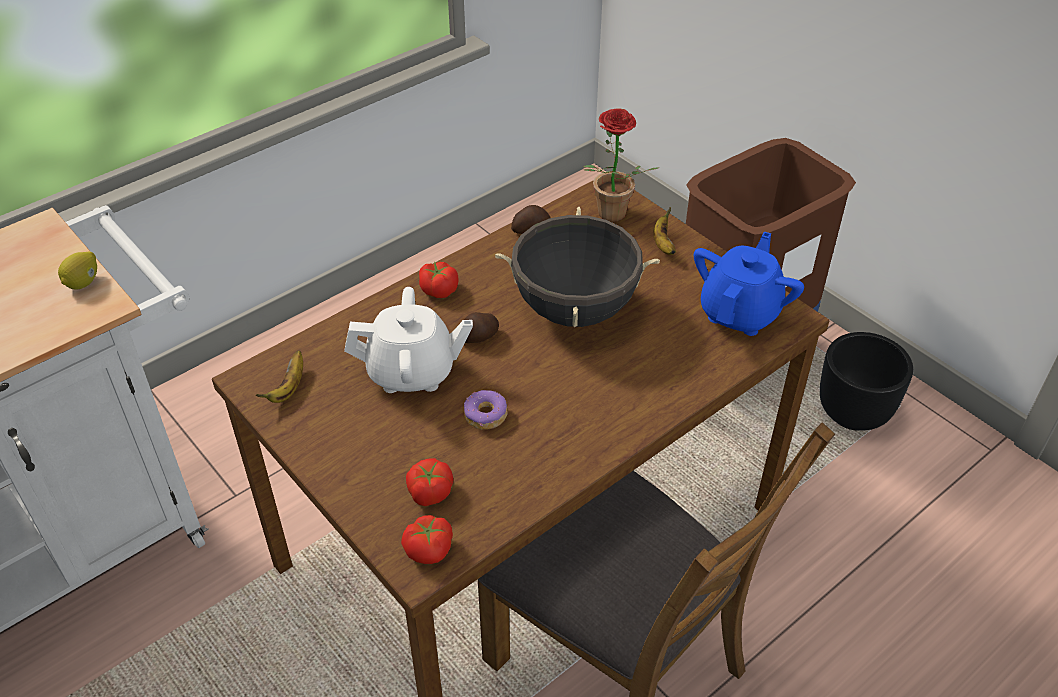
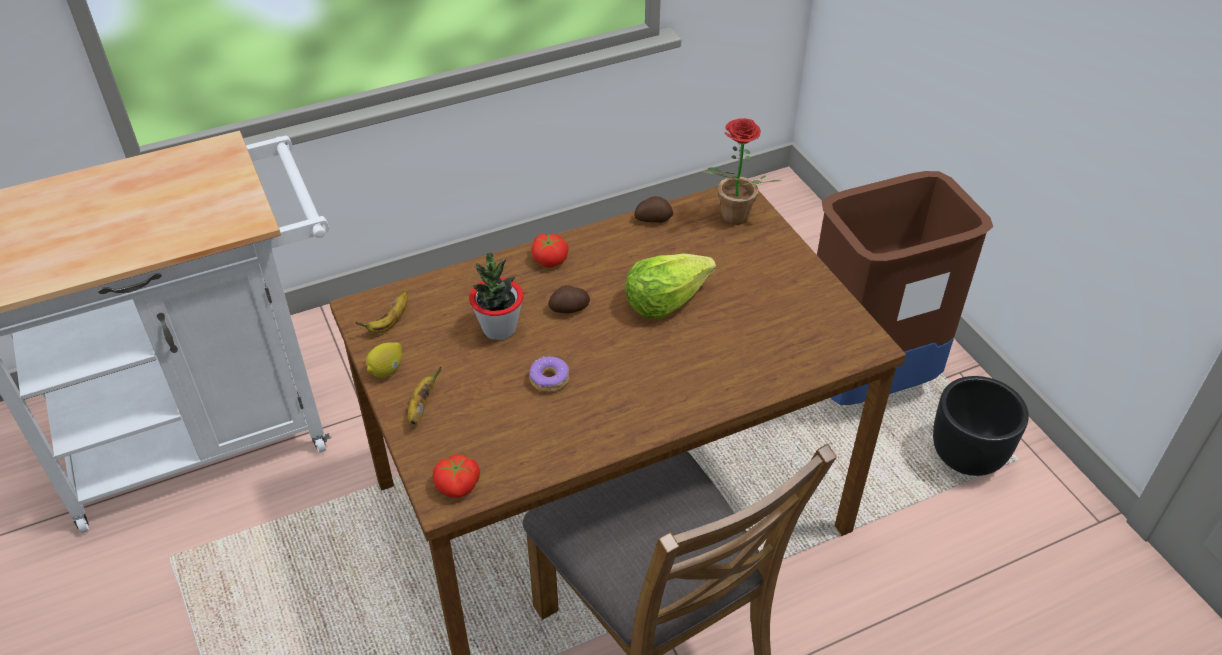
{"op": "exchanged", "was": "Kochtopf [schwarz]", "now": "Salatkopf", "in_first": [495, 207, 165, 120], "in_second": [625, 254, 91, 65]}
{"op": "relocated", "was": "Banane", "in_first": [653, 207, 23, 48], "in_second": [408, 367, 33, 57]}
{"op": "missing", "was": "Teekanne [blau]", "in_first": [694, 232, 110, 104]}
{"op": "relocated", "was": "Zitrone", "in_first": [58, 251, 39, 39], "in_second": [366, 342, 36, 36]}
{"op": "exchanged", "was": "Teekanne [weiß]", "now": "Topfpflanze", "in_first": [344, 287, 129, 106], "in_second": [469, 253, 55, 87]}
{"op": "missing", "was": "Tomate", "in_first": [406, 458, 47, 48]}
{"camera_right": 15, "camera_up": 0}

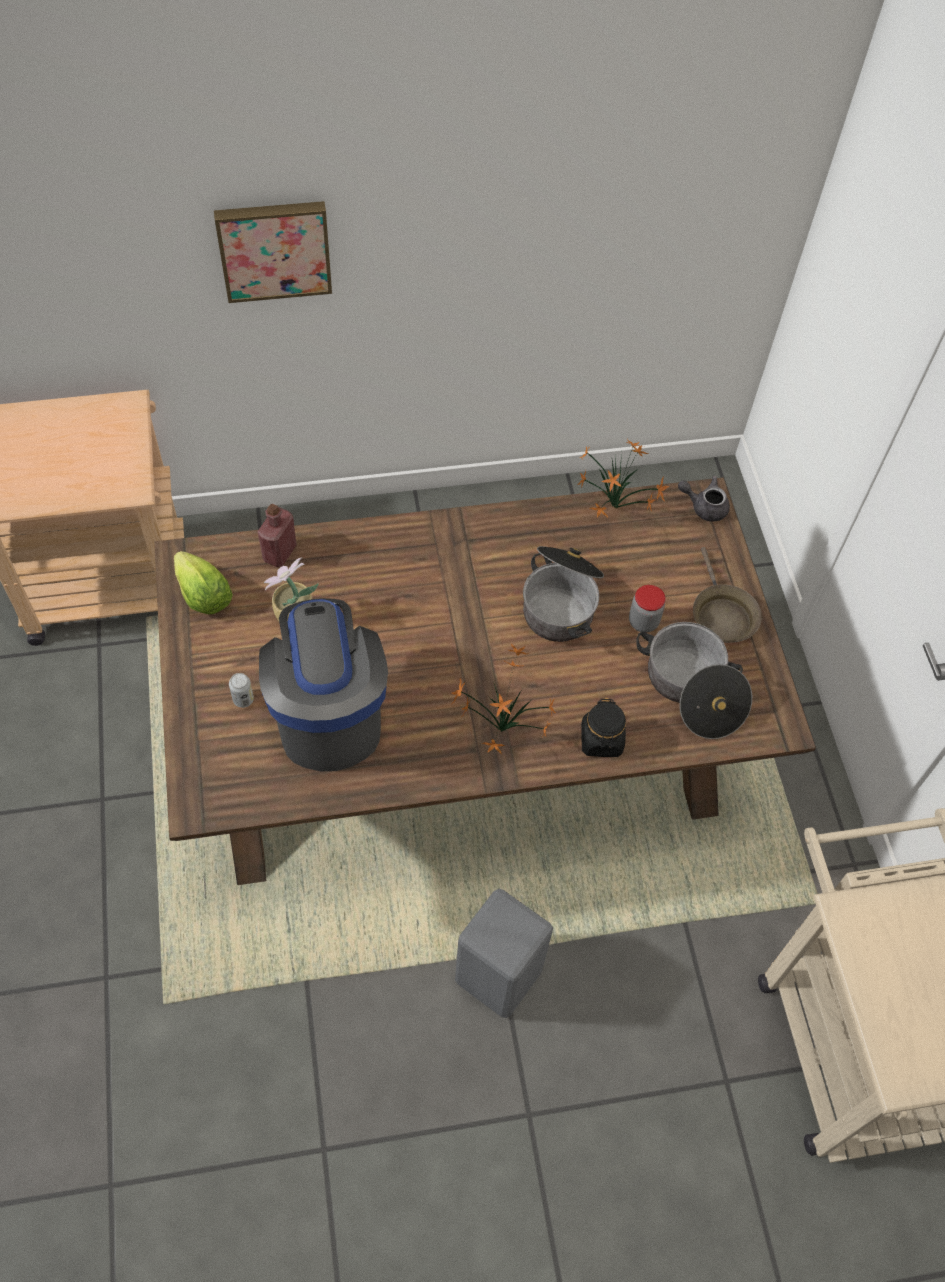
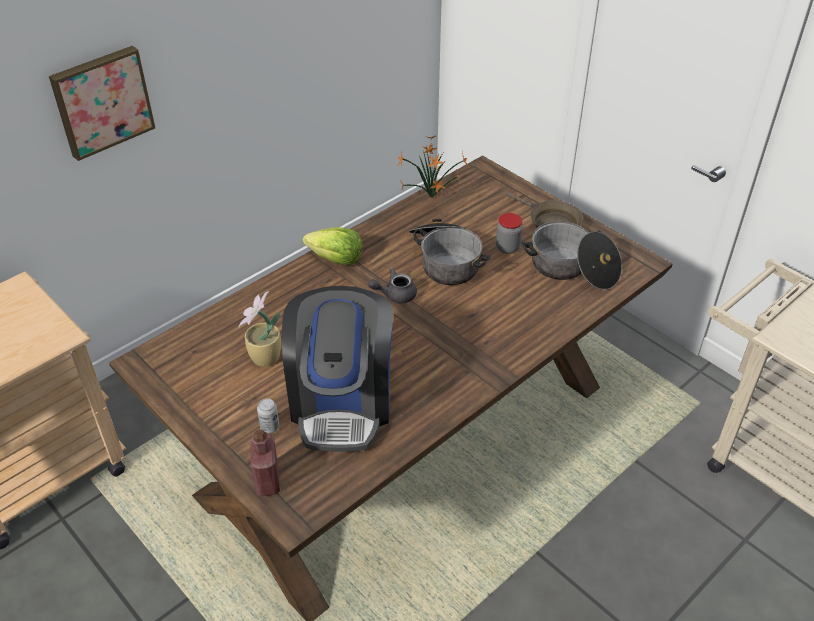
{"op": "relocated", "was": "Teekanne [grau]", "in_first": [678, 476, 52, 46], "in_second": [368, 267, 49, 36]}
{"op": "relocated", "was": "Flasche [rot]", "in_first": [257, 504, 40, 63], "in_second": [250, 429, 30, 67]}
{"op": "relocated", "was": "Salatkopf", "in_first": [174, 551, 59, 63], "in_second": [303, 227, 60, 38]}
{"op": "spun", "was": "Kaffeemaschine", "in_first": [259, 598, 129, 173], "in_second": [282, 286, 111, 166], "clockwise": -135}
{"op": "missing", "was": "Topfpflanze", "in_first": [451, 644, 105, 110]}
{"op": "missing", "was": "Vorratsglas [schwarz]", "in_first": [581, 698, 45, 59]}
{"op": "missing", "was": "Hocker [grau]", "in_first": [455, 889, 98, 129]}
{"camera_right": -30, "camera_up": -15}

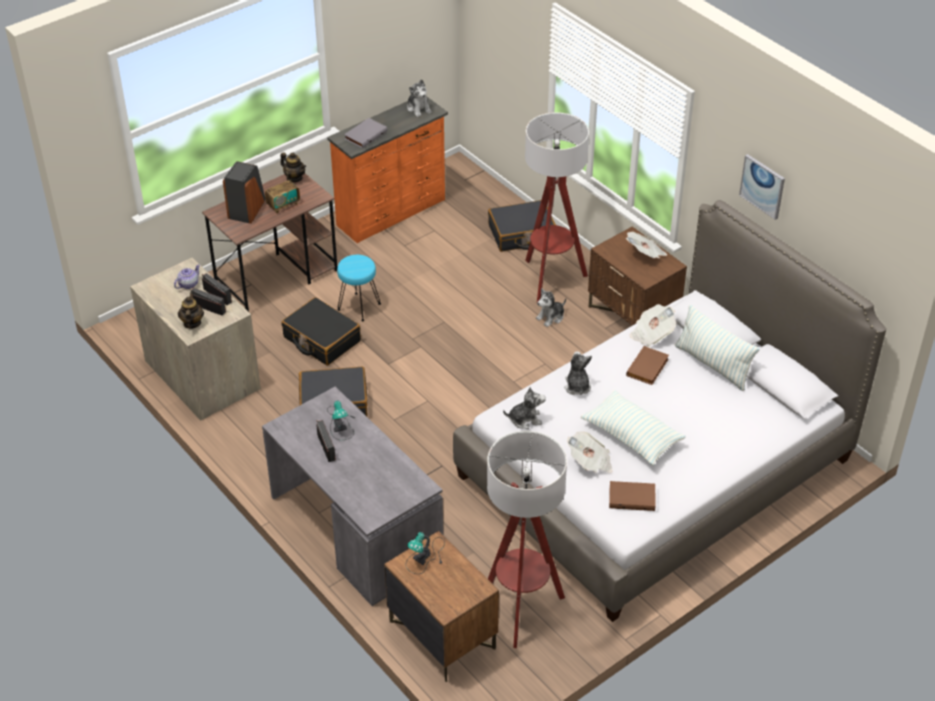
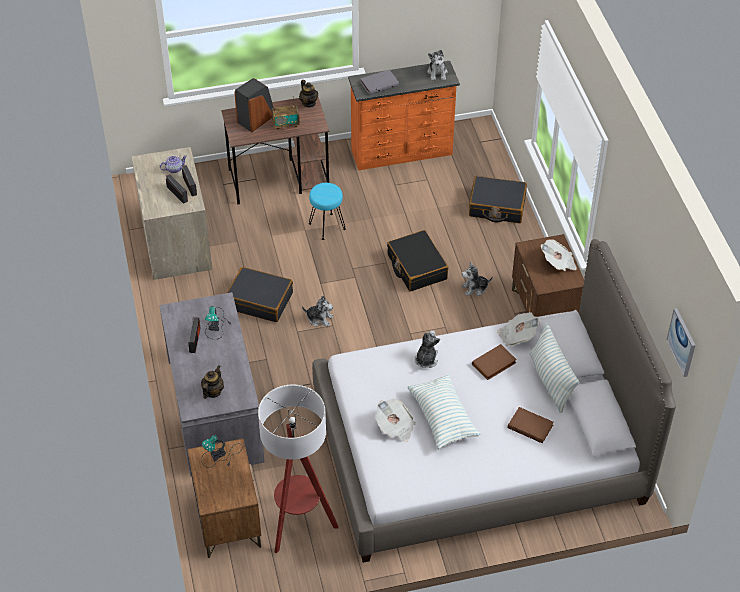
{"op": "missing", "was": "Stehlampe", "in_first": [525, 112, 64, 190]}
{"op": "relocated", "was": "Bild", "in_first": [739, 154, 46, 66], "in_second": [667, 308, 28, 69]}
{"op": "relocated", "was": "Teekanne", "in_first": [178, 293, 26, 36], "in_second": [201, 365, 23, 34]}
{"op": "relocated", "was": "Koffer [schwarz]", "in_first": [281, 297, 80, 68], "in_second": [387, 230, 61, 62]}
{"op": "relocated", "was": "Plüschtier", "in_first": [503, 387, 43, 42], "in_second": [302, 296, 31, 31]}
{"op": "relocated", "was": "Buch [braun]", "in_first": [609, 481, 47, 30], "in_second": [508, 407, 46, 37]}
{"camera_right": 25, "camera_up": 5}

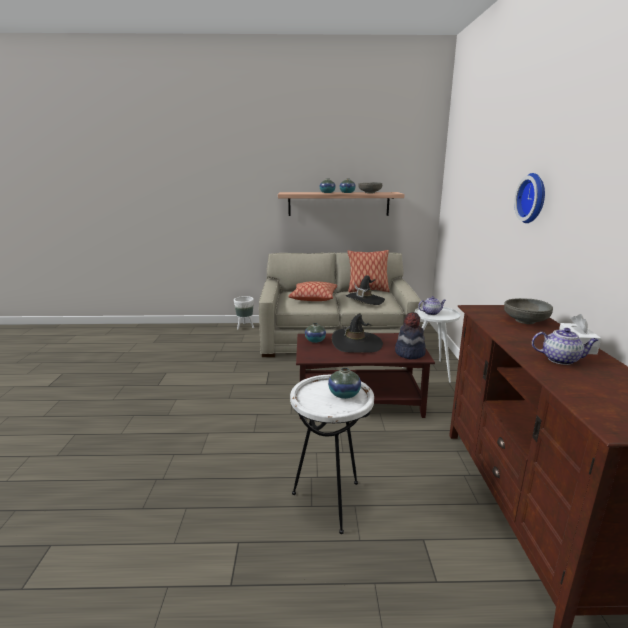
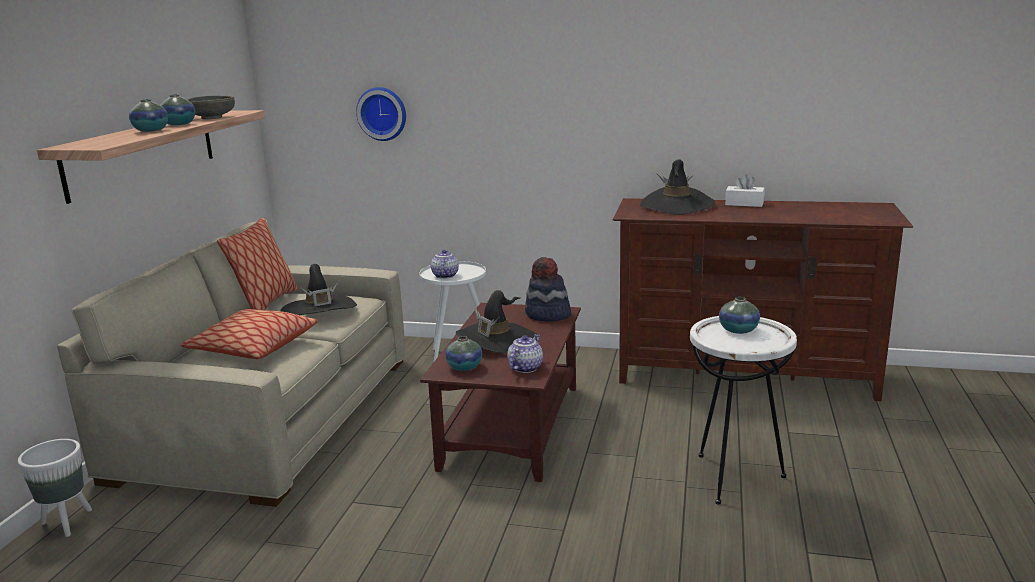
{"op": "relocated", "was": "Wanduhr", "in_first": [514, 173, 31, 50], "in_second": [356, 87, 50, 54]}
{"op": "exchanged", "was": "Schüssel [grau]", "now": "Hut [schwarz]", "in_first": [504, 298, 49, 26], "in_second": [640, 159, 75, 56]}
{"op": "relocated", "was": "Teekanne", "in_first": [532, 328, 66, 37], "in_second": [507, 334, 36, 39]}
{"camera_right": -75, "camera_up": 0}

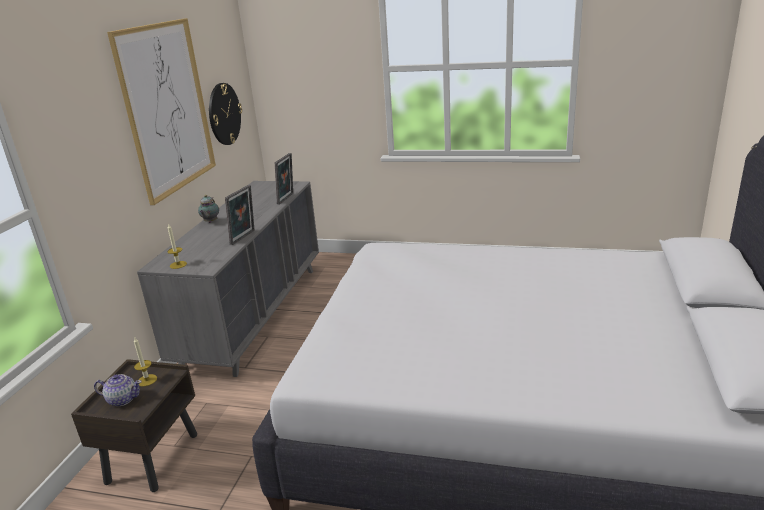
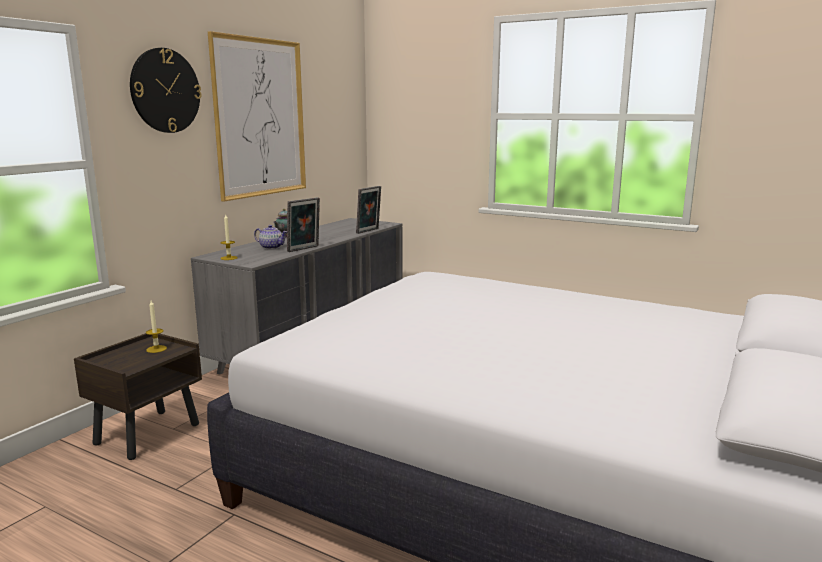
{"op": "relocated", "was": "Wanduhr", "in_first": [209, 83, 33, 62], "in_second": [130, 48, 72, 85]}
{"op": "relocated", "was": "Teekanne", "in_first": [94, 374, 48, 32], "in_second": [254, 225, 33, 24]}
{"camera_right": 15, "camera_up": -10}

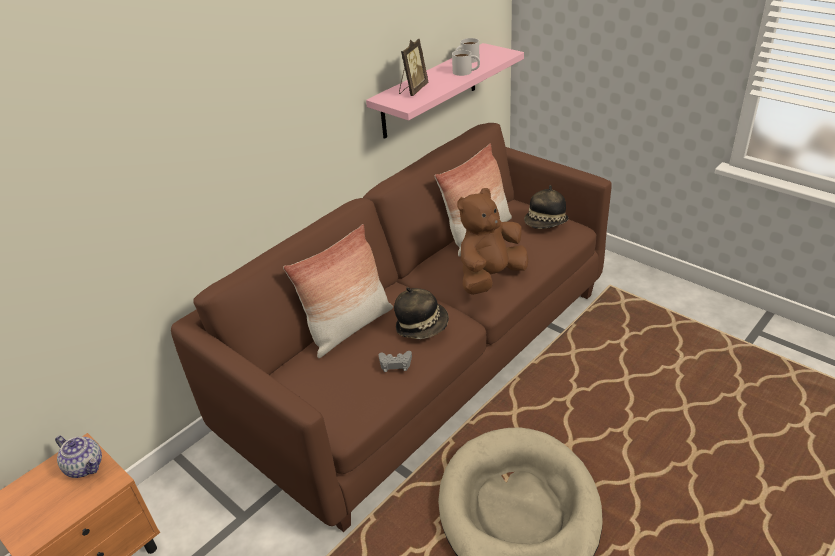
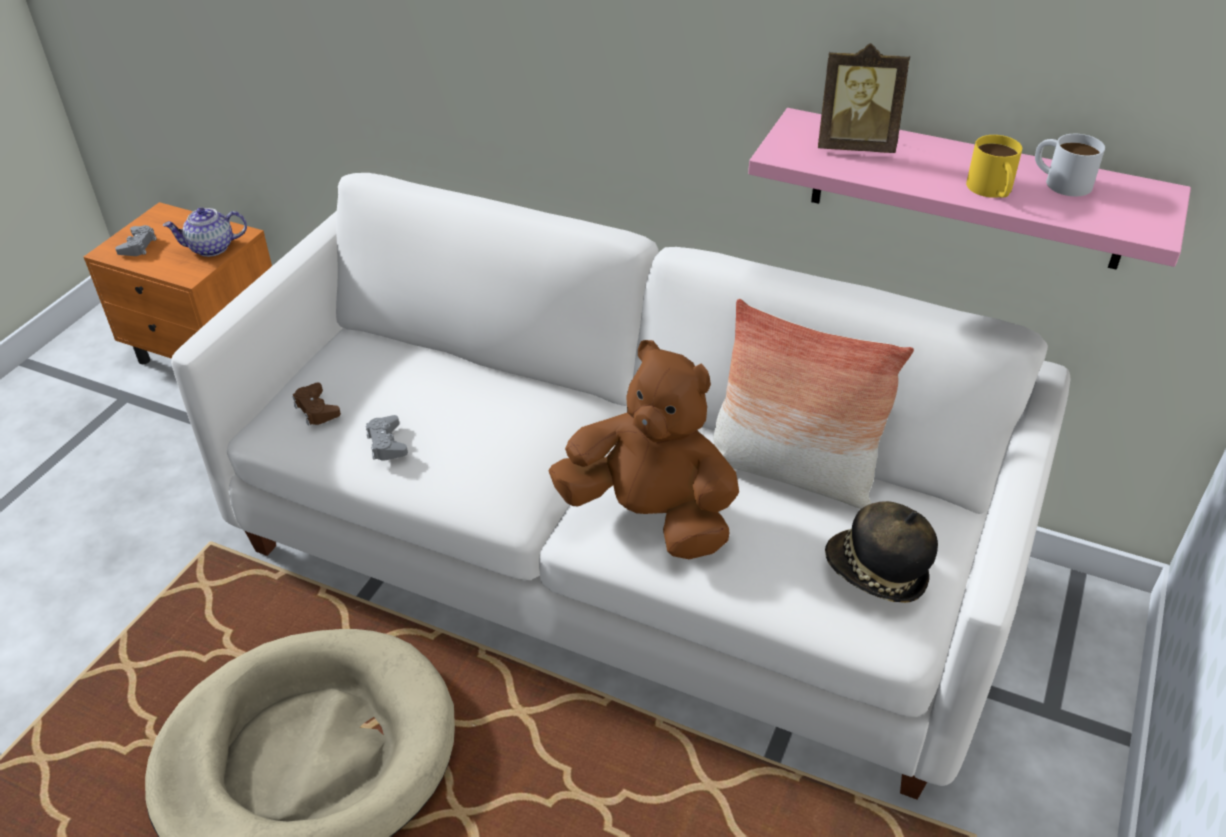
{"op": "colour", "was": "Henkelbecher [weiß]", "now": "Henkelbecher [gelb]", "in_first": [452, 50, 28, 26], "in_second": [966, 135, 56, 63]}
{"op": "colour", "was": "Sofa [braun]", "now": "Sofa [weiß]", "in_first": [171, 123, 441, 409], "in_second": [171, 173, 899, 627]}
{"op": "missing", "was": "Kissen", "in_first": [283, 224, 110, 134]}
{"op": "missing", "was": "Hut", "in_first": [394, 287, 55, 52]}
{"op": "spun", "was": "Teekanne", "in_first": [55, 435, 47, 43], "in_second": [163, 207, 84, 50], "clockwise": 60}
{"op": "appeared", "now": "Gamepad [grau]", "in_second": [115, 225, 42, 31]}
{"op": "appeared", "now": "Gamepad [braun]", "in_second": [293, 382, 48, 44]}
{"camera_right": 70, "camera_up": 5}

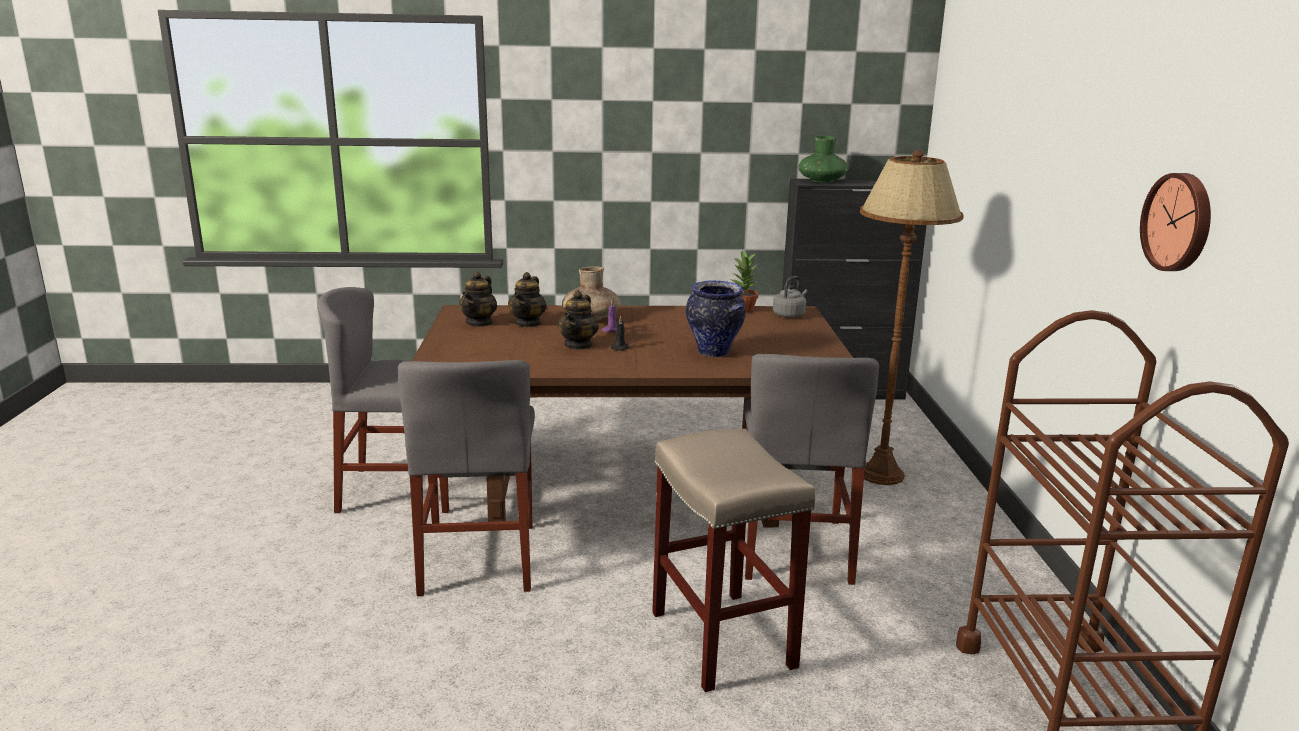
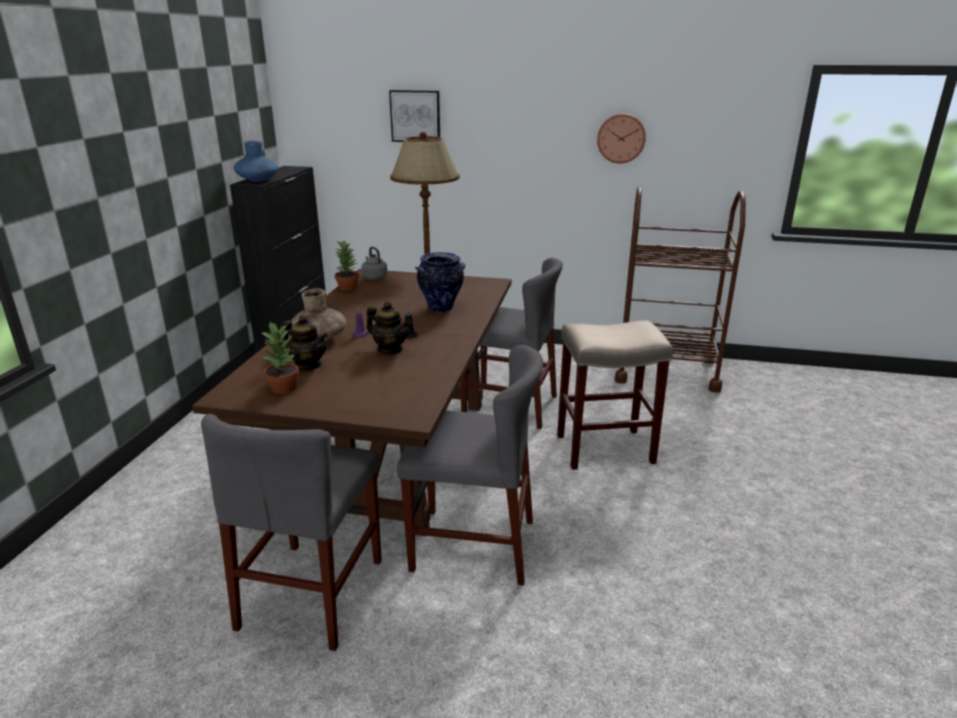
{"op": "colour", "was": "Vase [grün]", "now": "Vase [blau]", "in_first": [798, 135, 51, 48], "in_second": [234, 141, 44, 41]}
{"op": "exchanged", "was": "Teekanne", "now": "Topfpflanze", "in_first": [459, 271, 38, 56], "in_second": [261, 321, 38, 73]}
{"op": "appeared", "now": "Bild", "in_second": [389, 90, 51, 52]}
{"camera_right": -75, "camera_up": 5}

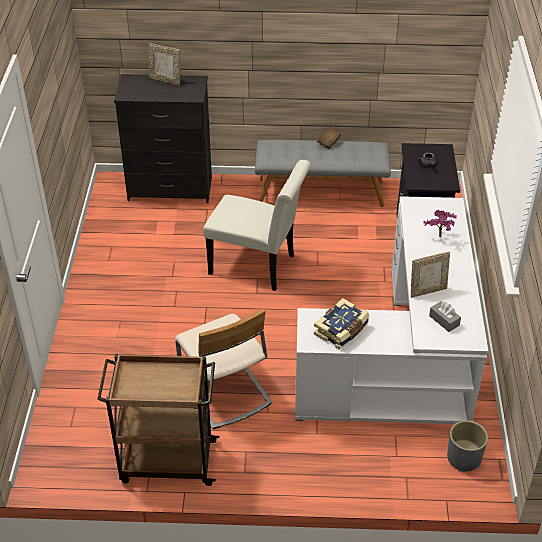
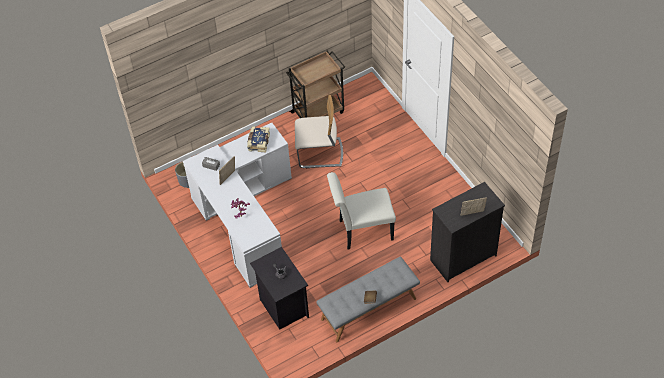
{"op": "spun", "was": "Stuhl [beige]", "in_first": [175, 308, 97, 121], "in_second": [295, 95, 48, 73], "clockwise": 150}
{"camera_right": 150, "camera_up": 10}

